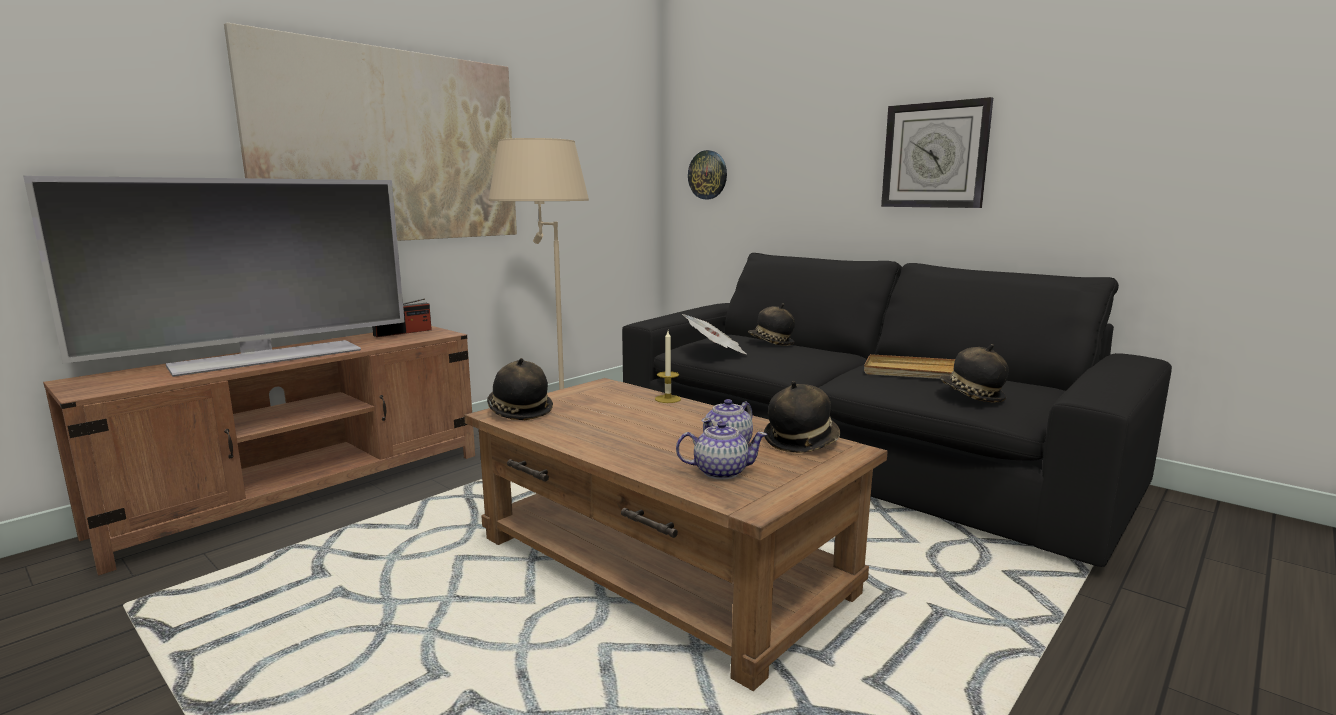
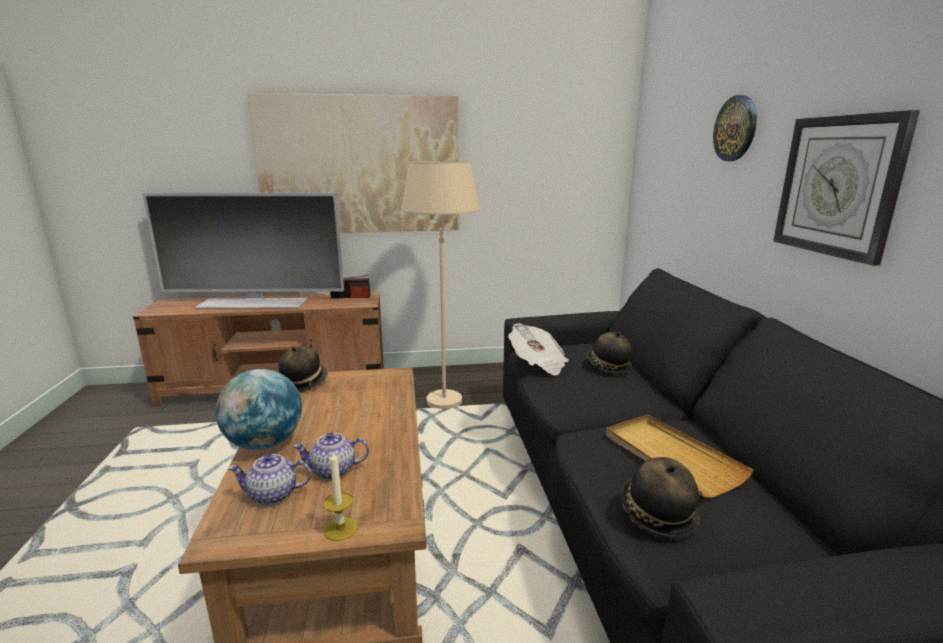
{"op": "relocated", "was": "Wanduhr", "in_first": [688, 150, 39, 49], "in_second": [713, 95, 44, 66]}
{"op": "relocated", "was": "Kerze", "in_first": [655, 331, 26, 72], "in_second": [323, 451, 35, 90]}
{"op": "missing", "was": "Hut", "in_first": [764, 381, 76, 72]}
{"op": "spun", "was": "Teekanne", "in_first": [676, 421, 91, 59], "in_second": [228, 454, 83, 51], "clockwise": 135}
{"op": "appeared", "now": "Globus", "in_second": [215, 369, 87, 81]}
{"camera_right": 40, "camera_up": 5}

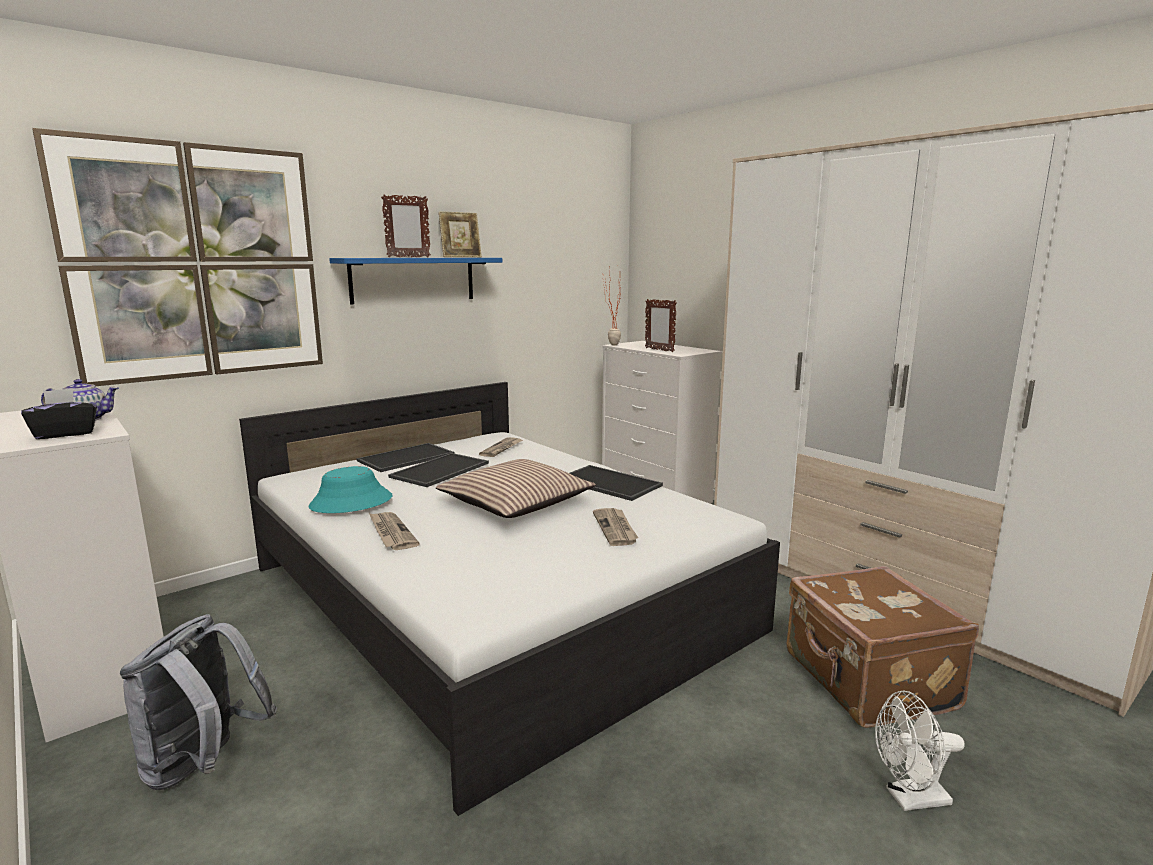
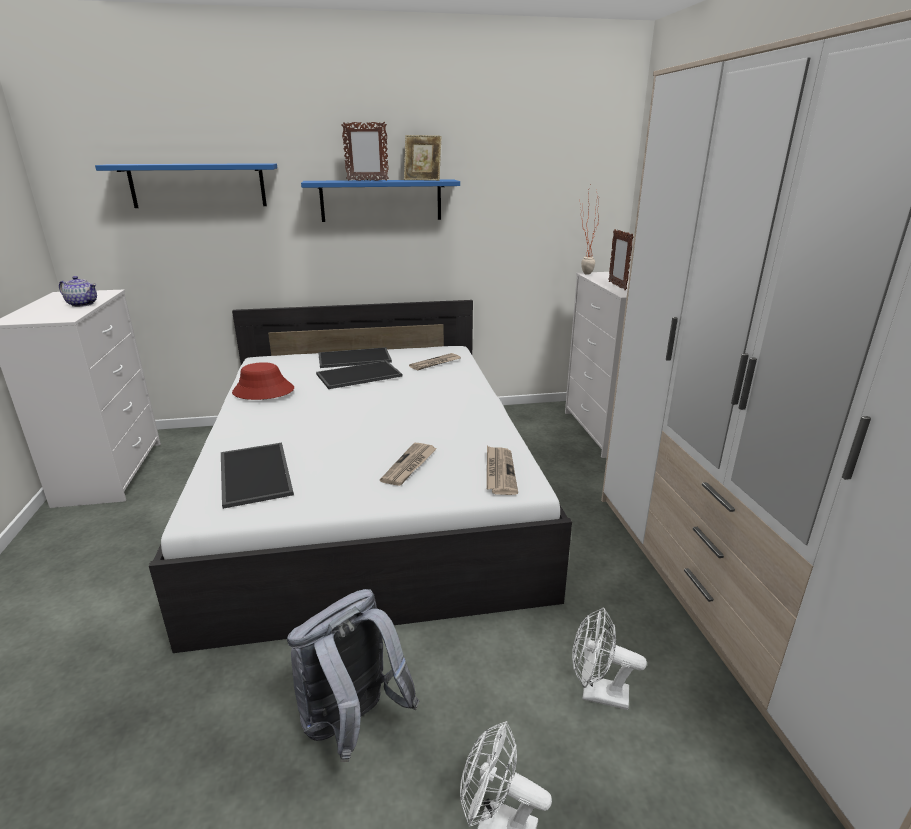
{"op": "exchanged", "was": "Bild", "now": "Wandregal [blau]", "in_first": [32, 128, 291, 258], "in_second": [95, 163, 182, 45]}
{"op": "missing", "was": "Taschentuchbox [schwarz]", "in_first": [21, 388, 76, 51]}
{"op": "missing", "was": "Kissen", "in_first": [436, 459, 160, 59]}
{"op": "relocated", "was": "Tablett", "in_first": [570, 465, 93, 36], "in_second": [221, 443, 73, 66]}
{"op": "colour", "was": "Hut [türkis]", "now": "Hut [rot]", "in_first": [309, 466, 84, 47], "in_second": [232, 362, 62, 38]}
{"op": "relocated", "was": "Zeitung", "in_first": [369, 512, 51, 38], "in_second": [487, 446, 31, 49]}
{"op": "exchanged", "was": "Koffer [braun]", "now": "Ventilator [weiß]", "in_first": [787, 566, 192, 162], "in_second": [572, 607, 75, 103]}
{"op": "relocated", "was": "Rucksack [grau]", "in_first": [120, 614, 157, 176], "in_second": [287, 589, 132, 173]}
{"camera_right": 30, "camera_up": 10}

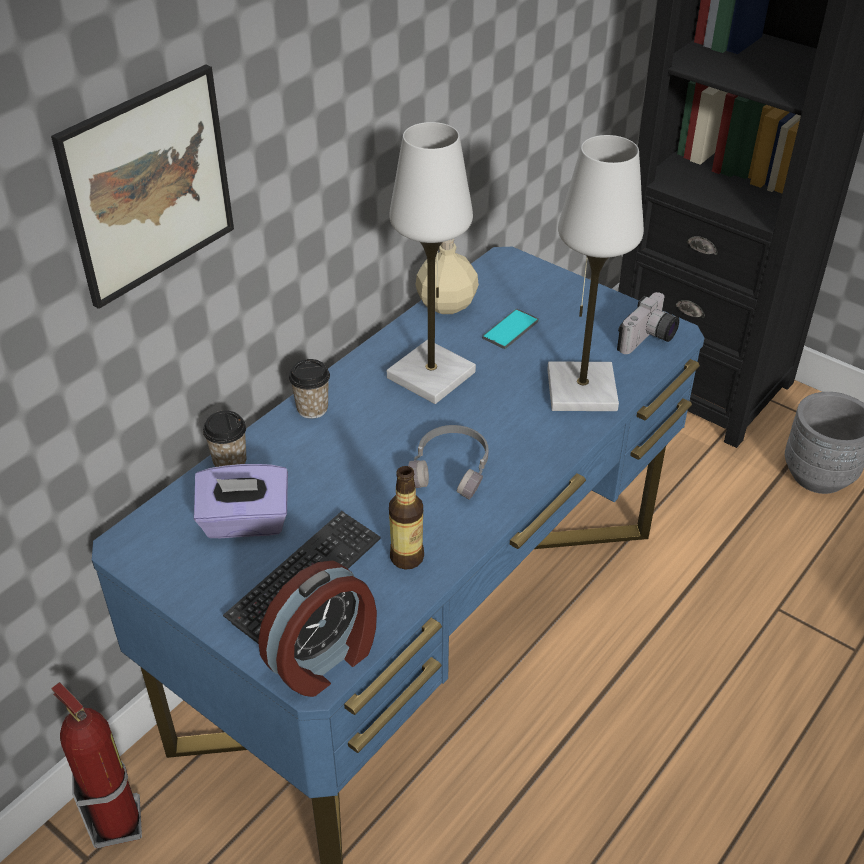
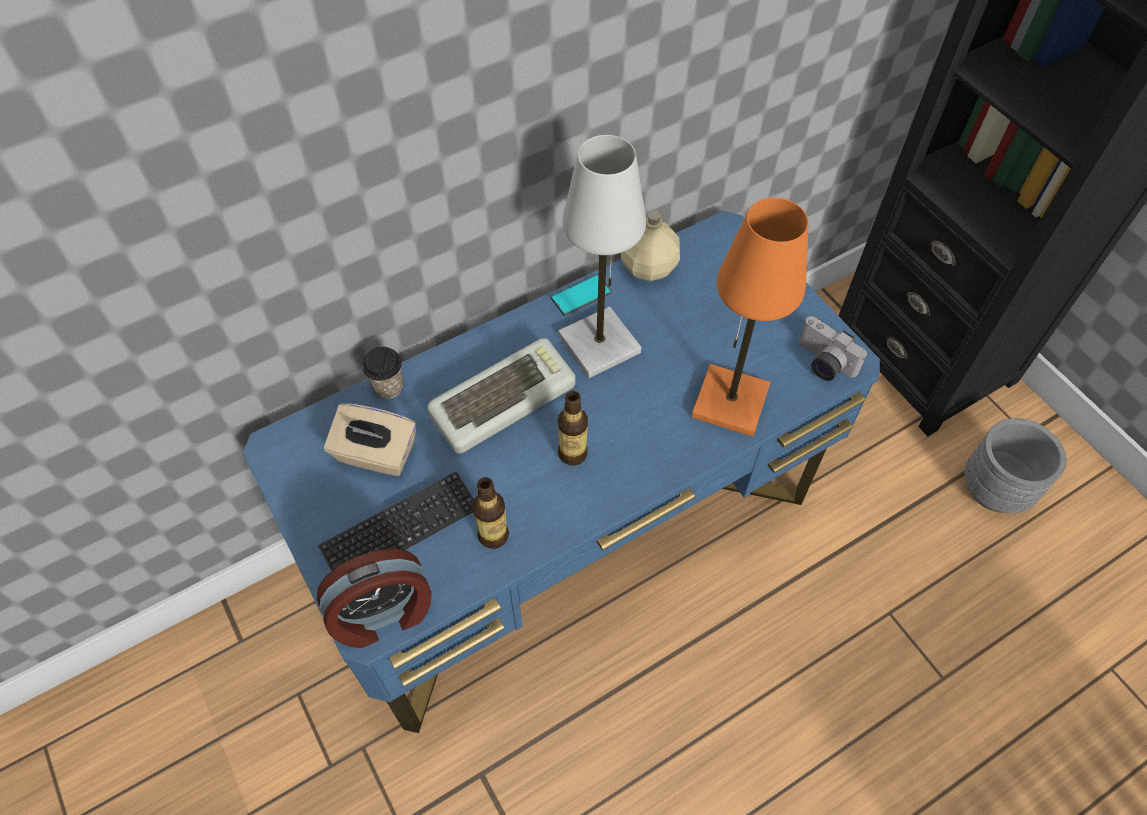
{"op": "missing", "was": "Bild", "in_first": [51, 64, 183, 245]}
{"op": "colour", "was": "Tischlampe [weiß]", "now": "Tischlampe [orange]", "in_first": [547, 135, 97, 276], "in_second": [692, 198, 117, 238]}
{"op": "spun", "was": "Kamera", "in_first": [617, 292, 63, 62], "in_second": [799, 316, 68, 65], "clockwise": 75}
{"op": "relocated", "was": "Handy", "in_first": [482, 309, 57, 40], "in_second": [551, 274, 61, 42]}
{"op": "missing", "was": "Tasse", "in_first": [289, 359, 41, 60]}
{"op": "exchanged", "was": "Kopfhörer [grau]", "now": "Flasche", "in_first": [408, 425, 81, 74], "in_second": [558, 391, 30, 75]}
{"op": "colour", "was": "Taschentuchbox [lila]", "now": "Taschentuchbox [beige]", "in_first": [194, 464, 94, 74], "in_second": [324, 404, 93, 72]}
{"op": "missing", "was": "Feuerlöscher", "in_first": [51, 682, 91, 166]}
{"op": "appeared", "now": "Tastatur", "in_second": [427, 338, 149, 115]}
{"camera_right": 20, "camera_up": 15}

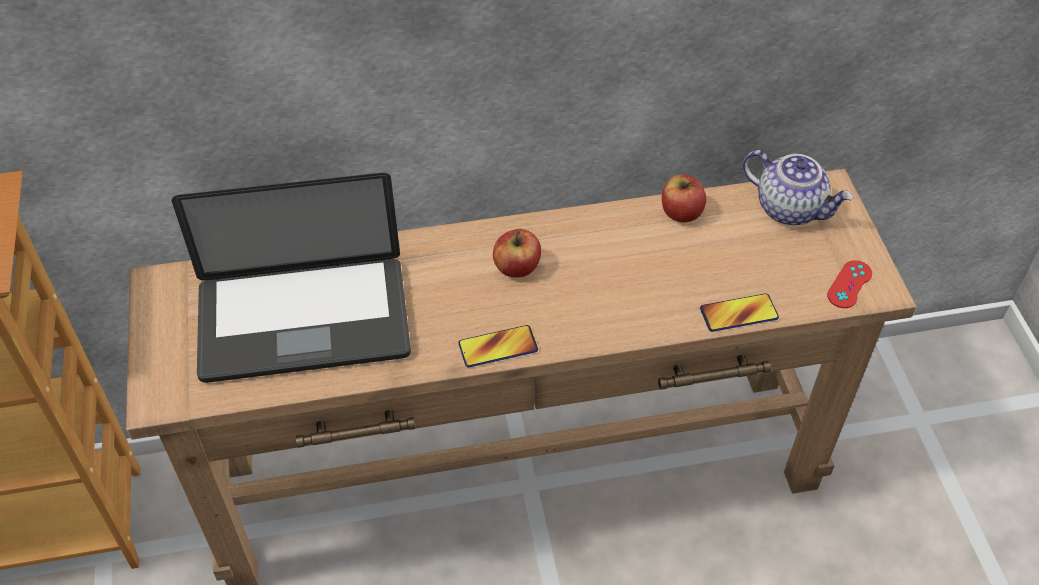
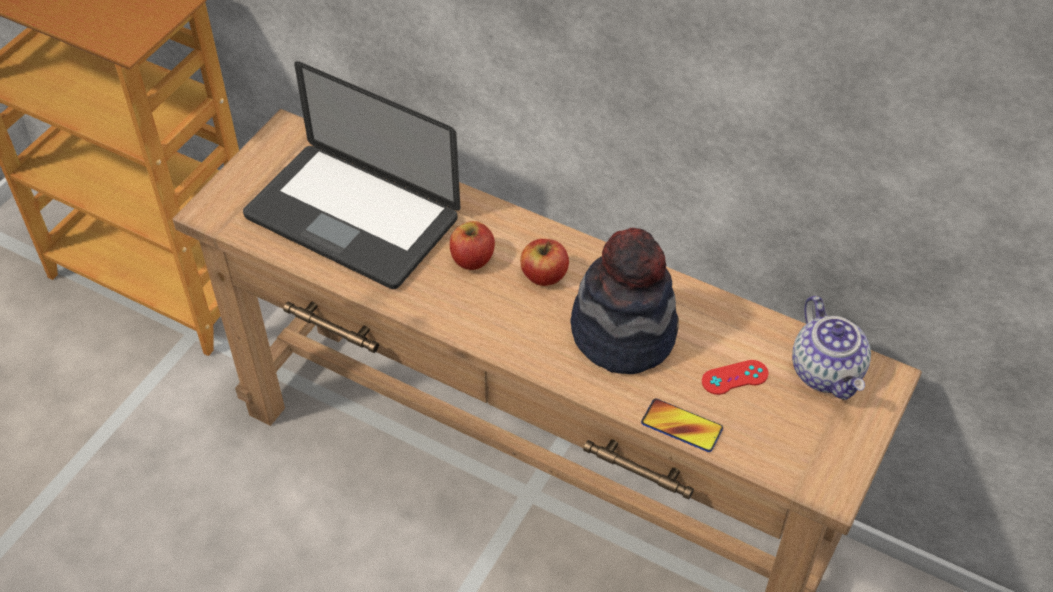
{"op": "relocated", "was": "Apfel", "in_first": [662, 174, 44, 49], "in_second": [450, 221, 45, 49]}
{"op": "relocated", "was": "Gamepad [rot]", "in_first": [827, 260, 45, 48], "in_second": [702, 360, 66, 35]}
{"op": "missing", "was": "Handy", "in_first": [458, 325, 80, 43]}
{"op": "appeared", "now": "Hut", "in_second": [571, 228, 108, 146]}
{"camera_right": 40, "camera_up": 0}

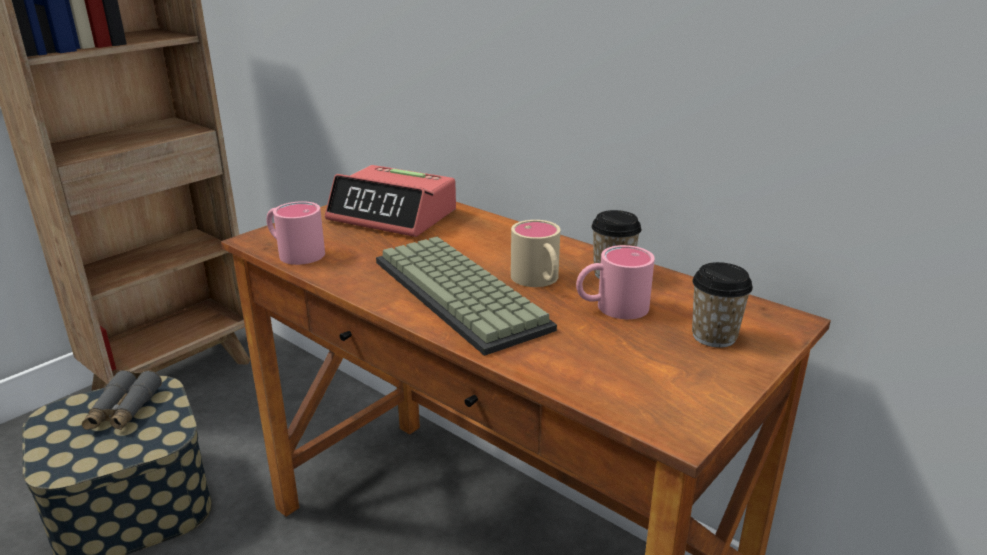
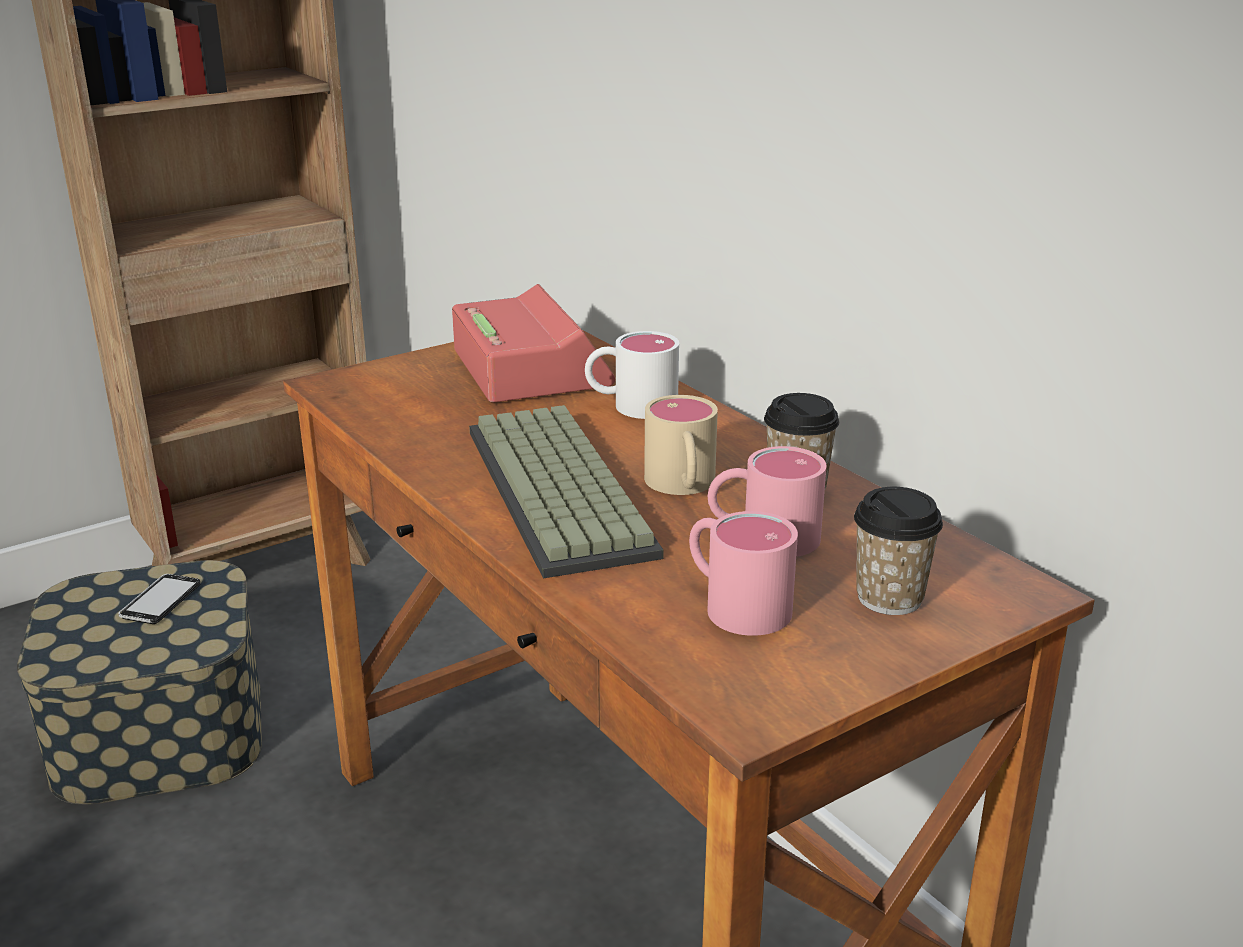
{"op": "spun", "was": "Wecker", "in_first": [325, 165, 131, 72], "in_second": [452, 284, 163, 118], "clockwise": -150}
{"op": "relocated", "was": "Henkelbecher [rosa]", "in_first": [266, 201, 59, 64], "in_second": [689, 511, 109, 125]}
{"op": "exchanged", "was": "Fernglas [grau]", "now": "Handy", "in_first": [82, 370, 80, 60], "in_second": [118, 574, 83, 50]}
{"op": "appeared", "now": "Henkelbecher [weiß]", "in_second": [585, 331, 94, 88]}
{"camera_right": 15, "camera_up": 0}

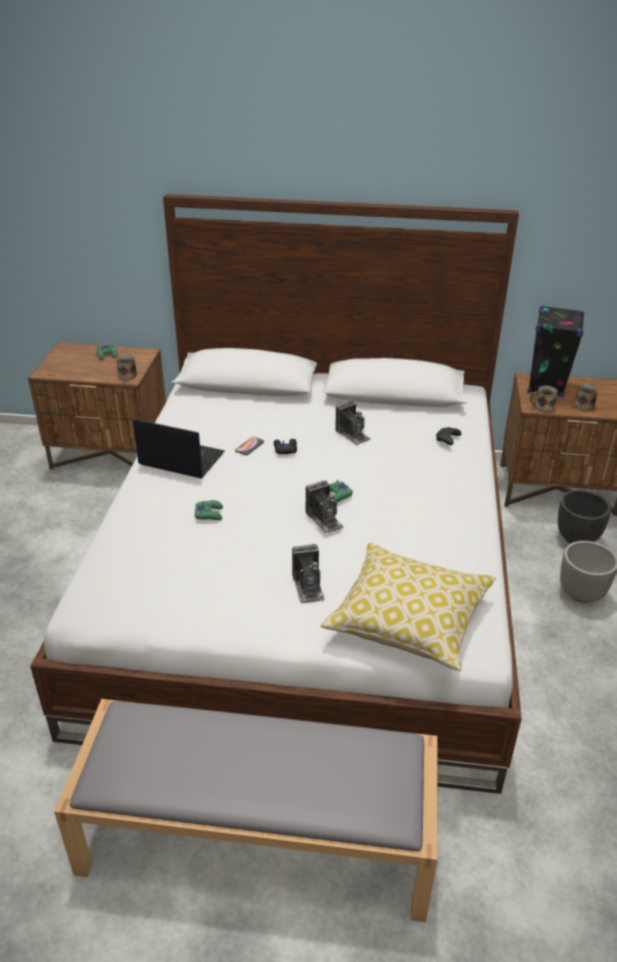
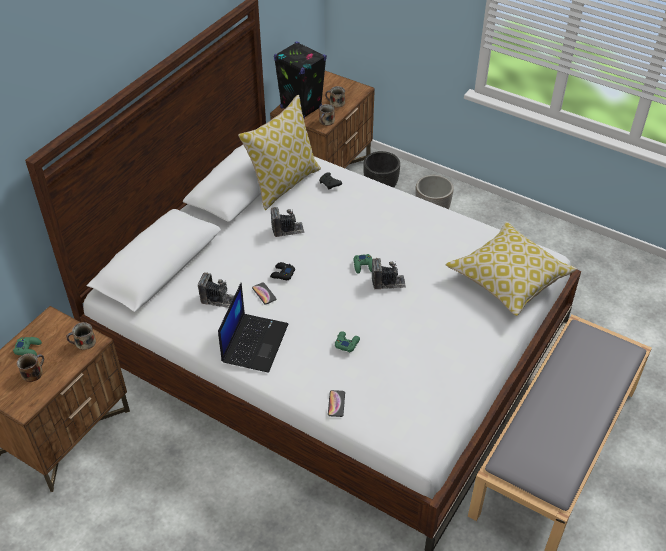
{"op": "spun", "was": "Laptop", "in_first": [133, 419, 92, 59], "in_second": [218, 283, 70, 90], "clockwise": 150}
{"op": "relocated", "was": "Kamera", "in_first": [292, 544, 32, 60], "in_second": [198, 272, 36, 36]}
{"op": "appeared", "now": "Kissen", "in_second": [238, 95, 83, 115]}
{"op": "appeared", "now": "Henkelbecher", "in_second": [17, 353, 27, 29]}
{"op": "appeared", "now": "Handy", "in_second": [328, 390, 17, 27]}
{"camera_right": -65, "camera_up": 10}

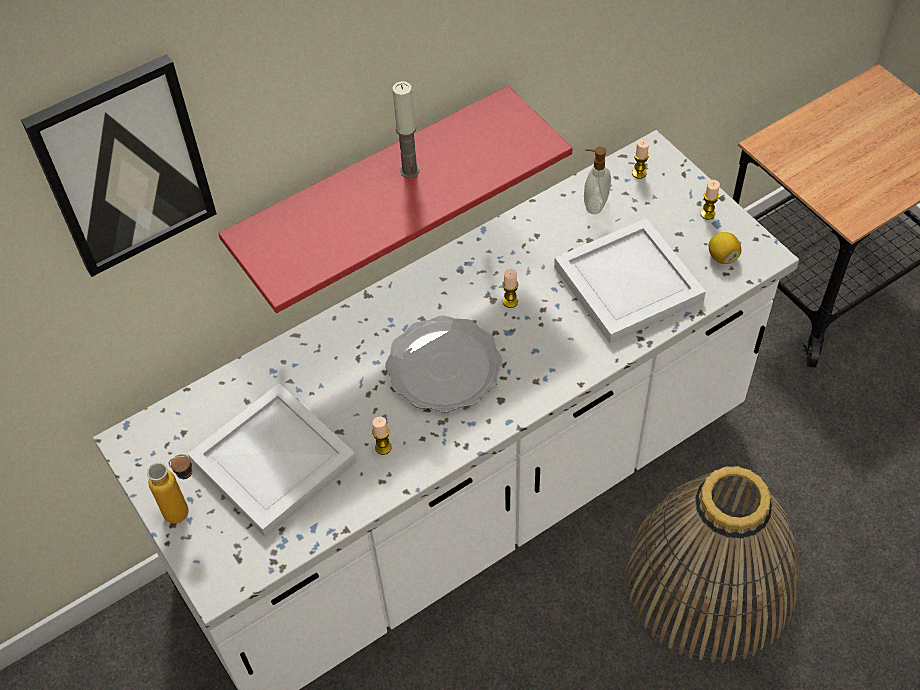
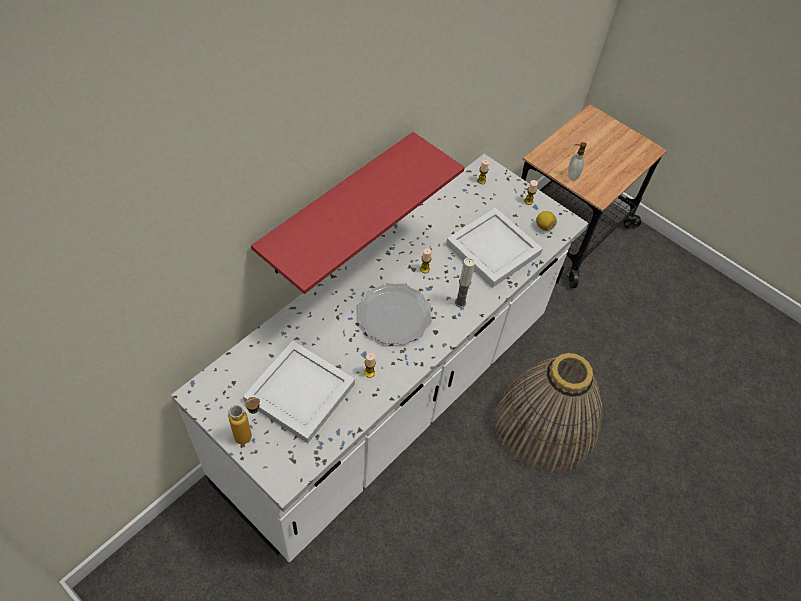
{"op": "missing", "was": "Bild", "in_first": [21, 54, 196, 223]}
{"op": "relocated", "was": "Kerze", "in_first": [392, 81, 27, 97], "in_second": [455, 258, 20, 50]}
{"op": "relocated", "was": "Seifenspender", "in_first": [584, 146, 27, 68], "in_second": [568, 142, 19, 39]}
{"camera_right": -20, "camera_up": 0}

